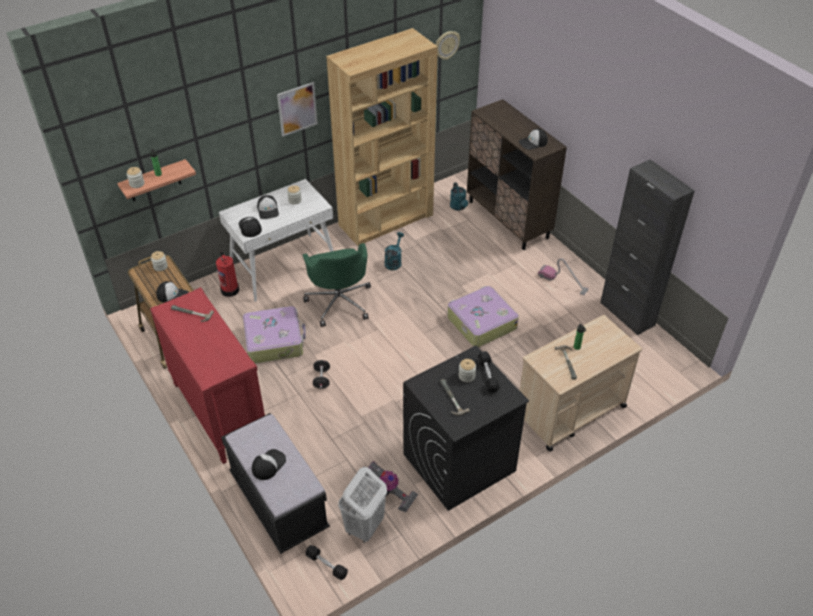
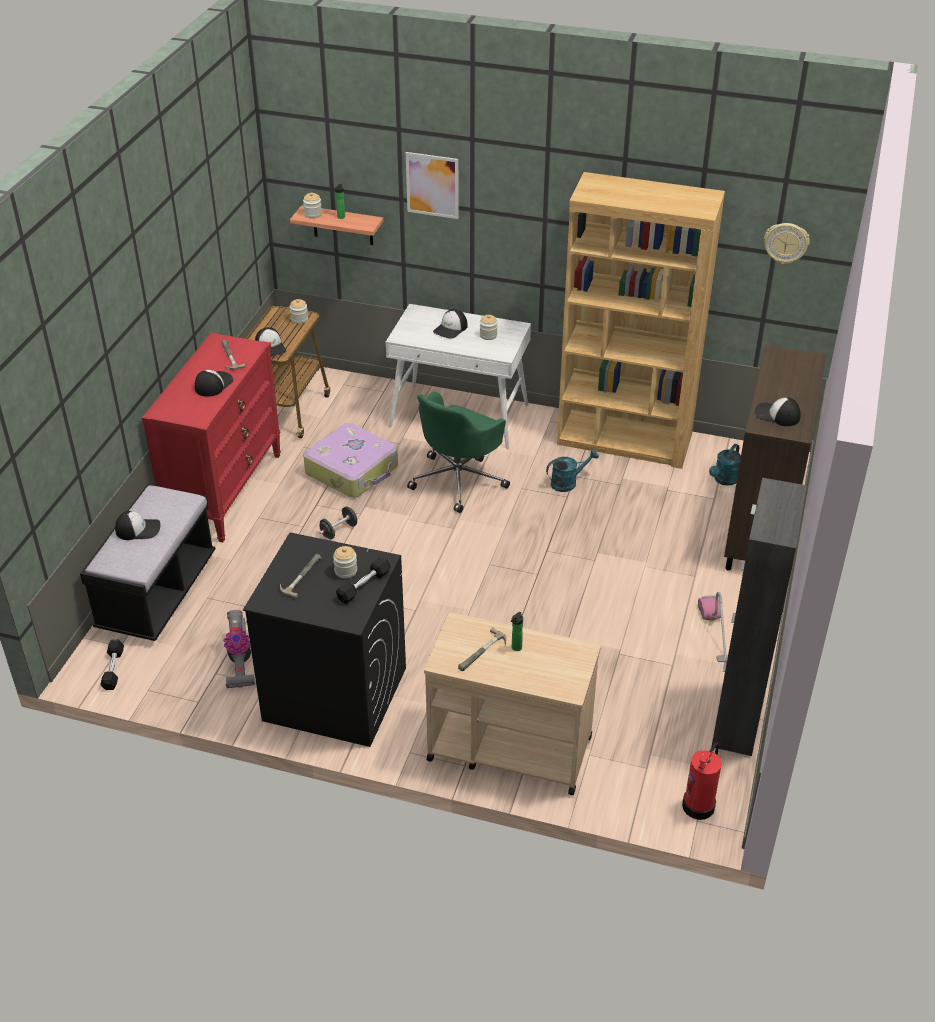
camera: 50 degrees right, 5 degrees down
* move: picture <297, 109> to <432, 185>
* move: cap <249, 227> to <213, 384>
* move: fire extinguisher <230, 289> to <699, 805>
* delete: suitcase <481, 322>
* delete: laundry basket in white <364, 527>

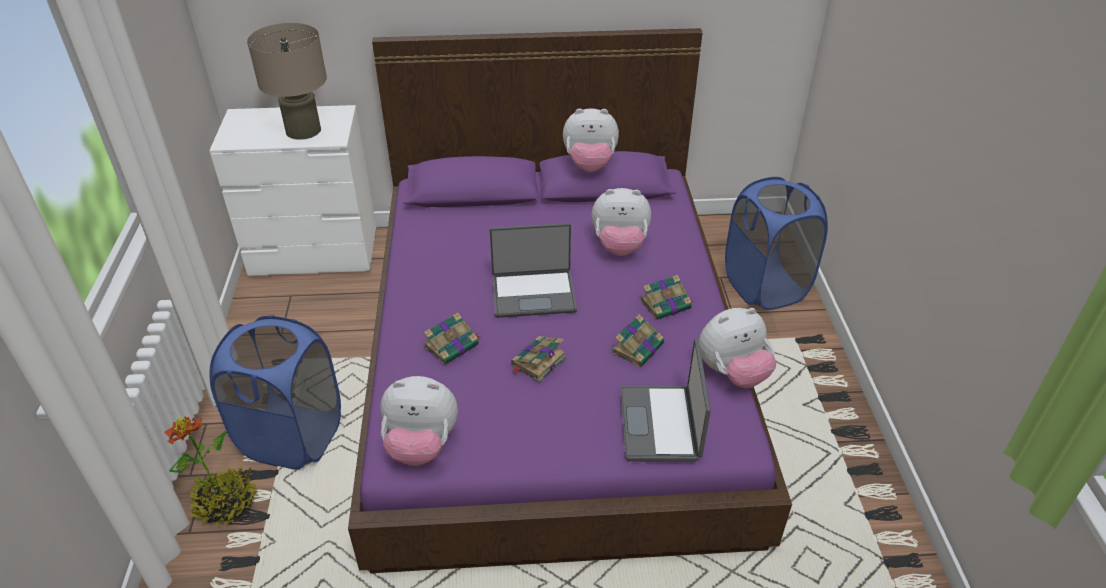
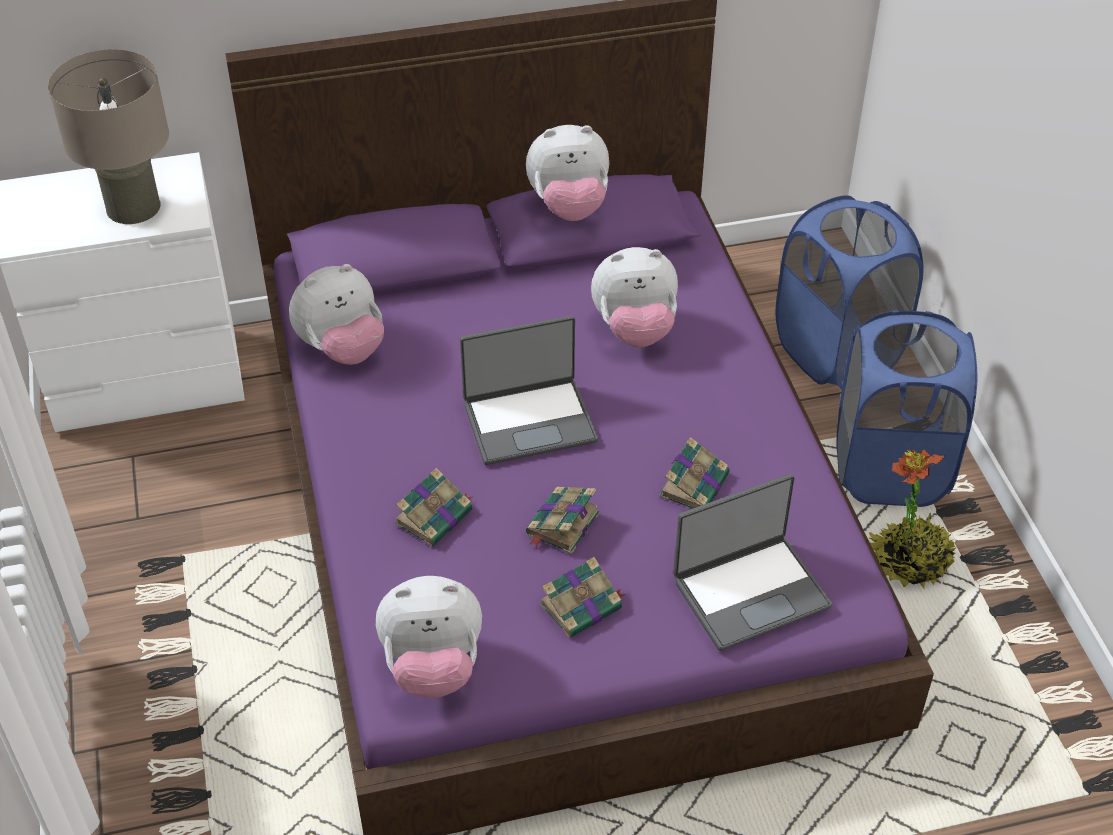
camera: 10 degrees left, 5 degrees up
* move: book <666, 304> to <582, 606>
* move: plush toy <732, 373> to <342, 349>
* move: laundry basket in blue <292, 437> to <890, 470>
* rotate: laptop <661, 425> = <750, 592> 105 degrees counterclockwise
* move: potted plant <226, 503> to <909, 561>

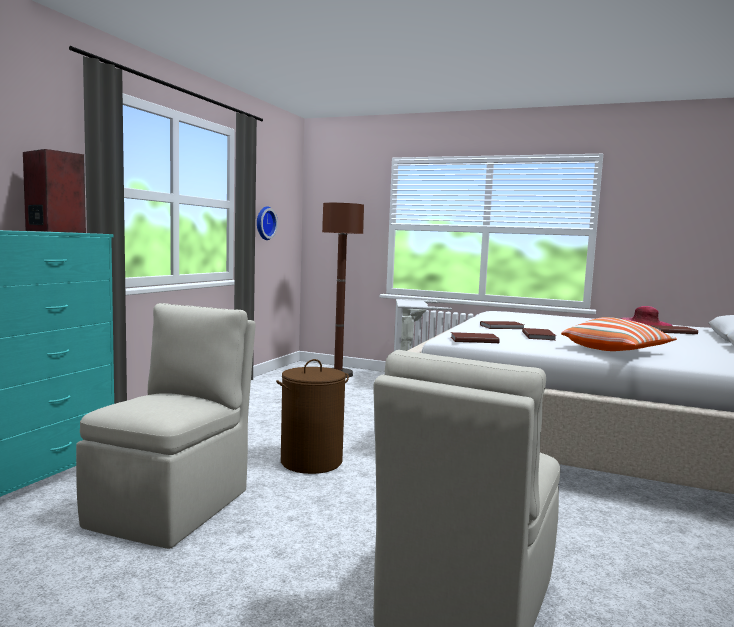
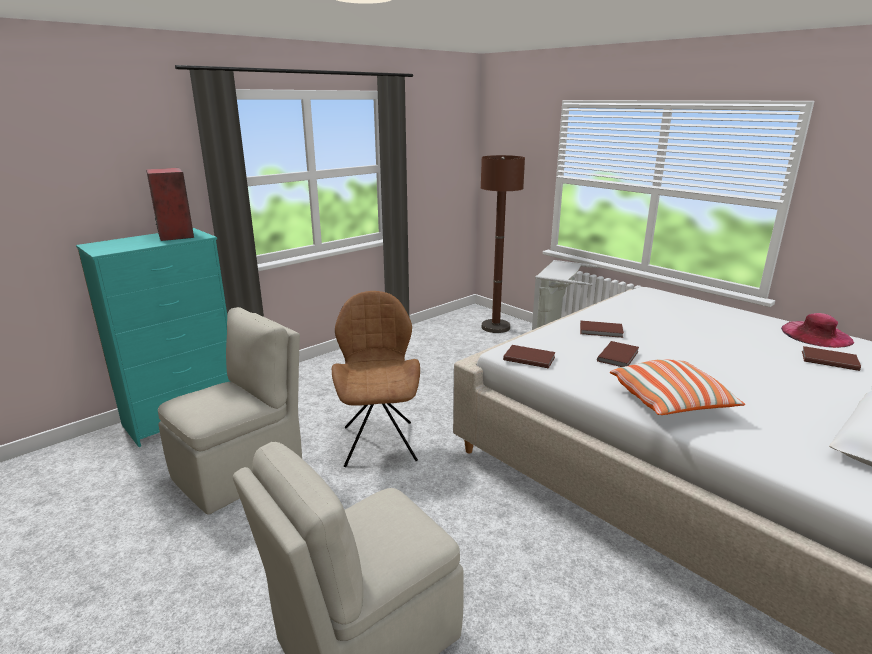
camera: 25 degrees right, 15 degrees up
* delete: wall clock <264, 223>
* replace: laundry basket in brown <312, 461> to chair in brown <379, 441>

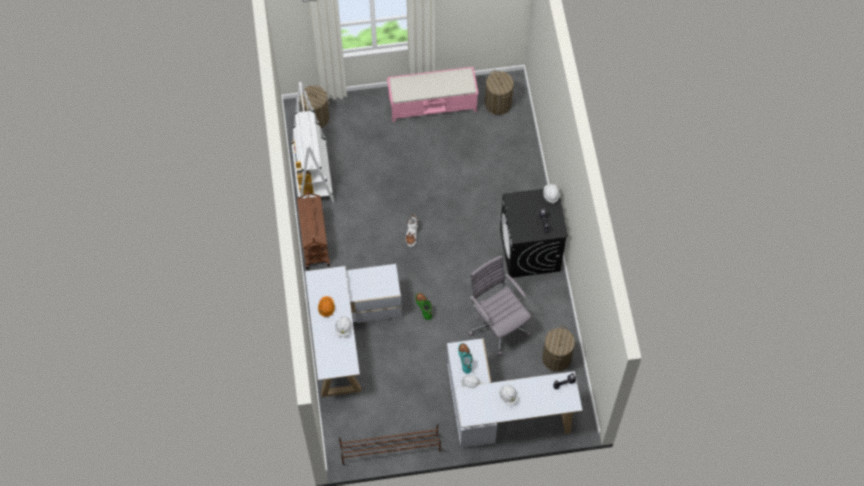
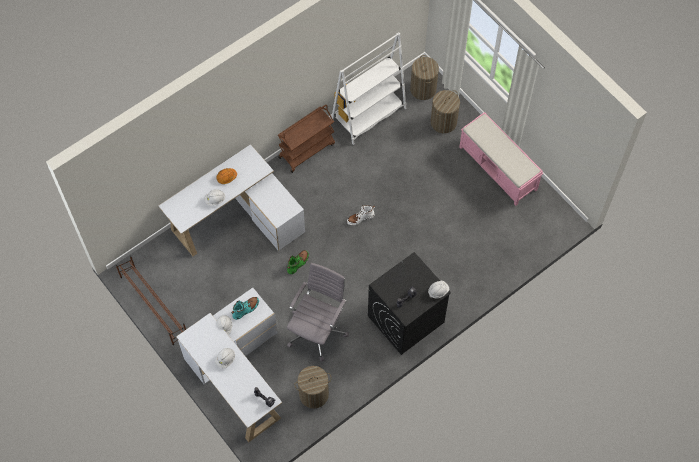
camera: 60 degrees right, 0 degrees up
* move: laundry basket <498, 104> to <443, 122>

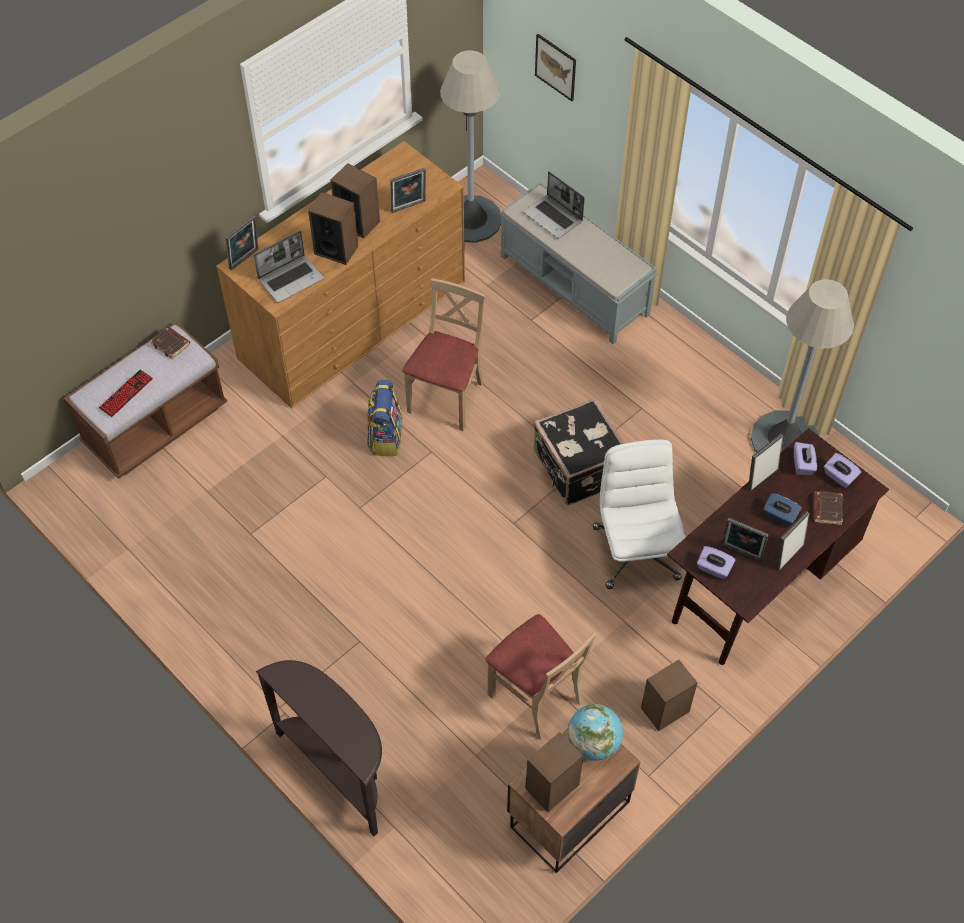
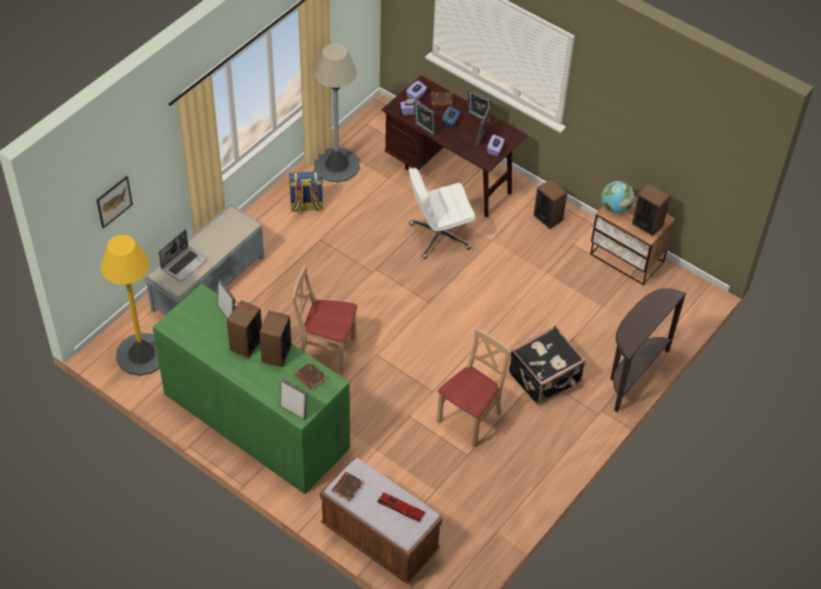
camera: 100 degrees left, 5 degrees down
* recolor: floor lamp in grey <471, 219> to floor lamp in yellow <142, 354>
* recolor: dresser in brown <353, 319> to dresser in green <255, 420>
* replace: laptop <291, 279> to book in brown <310, 377>
* move: backpack <385, 437> to <306, 206>
* move: suitcase in black <578, 468> to <545, 378>
* move: chair in beige <536, 697> to <470, 419>

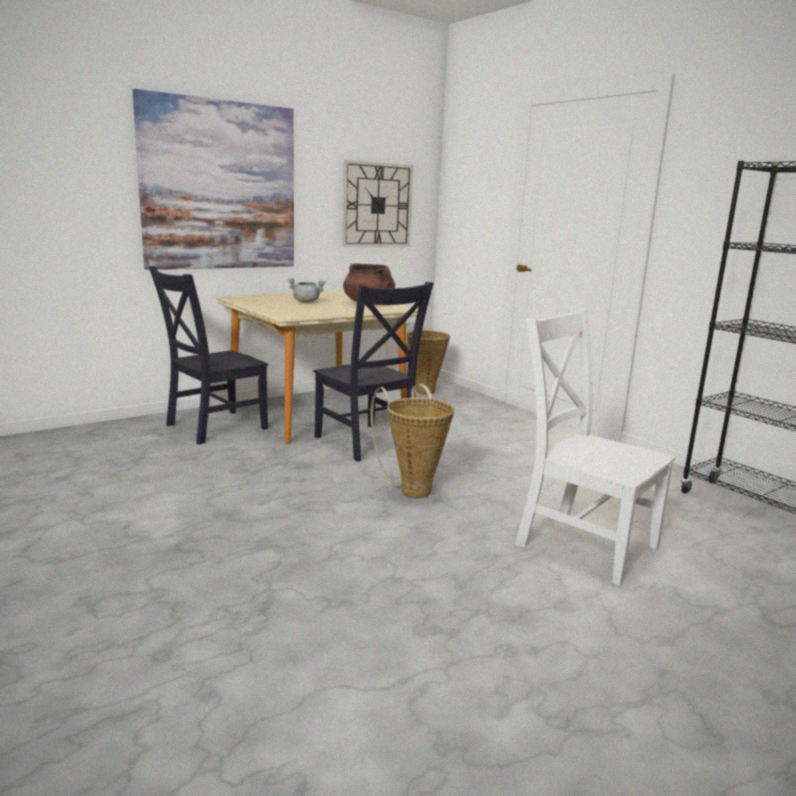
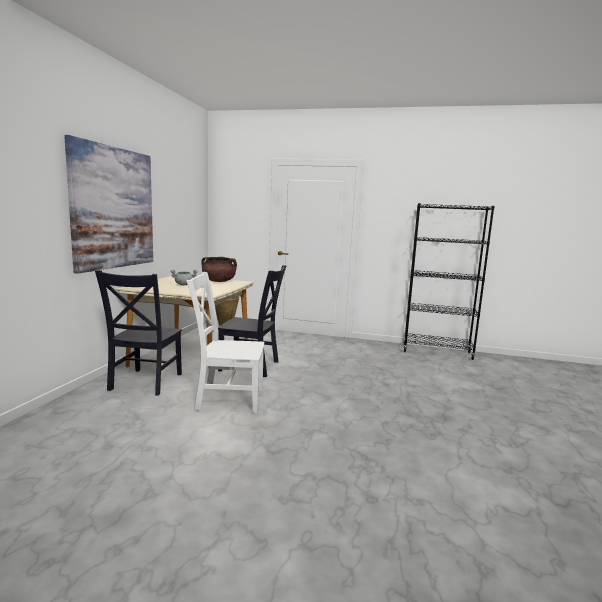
camera: 40 degrees left, 5 degrees down
* delete: wall clock <377, 205>
* move: chair in white <581, 543> to <226, 399>
* delete: basket <413, 489>

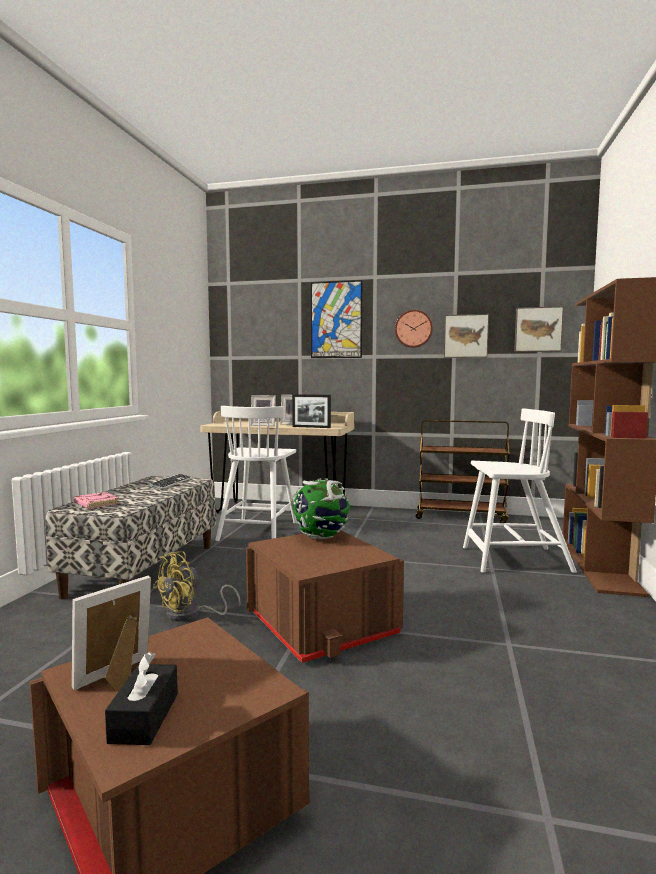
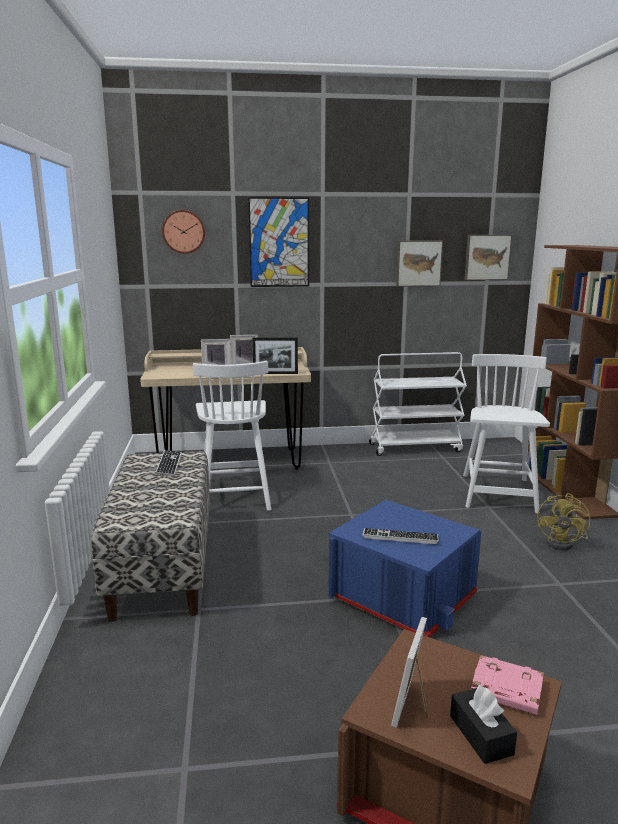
camera: 20 degrees left, 10 degrees up
* move: wall clock <413, 329> to <184, 231>
* rotate: chair in white <513, 560> = <498, 494> 60 degrees counterclockwise
* recolor: cart in brown <461, 516> to cart in white <415, 447>
* delete: globe <321, 537>
* move: book in pink <95, 504> to <505, 690>
* recolor: storage box in brown <322, 624> to storage box in blue <403, 596>
* move: fan in yellow <190, 615> to <564, 543>
* insert: keyboard <400, 537>

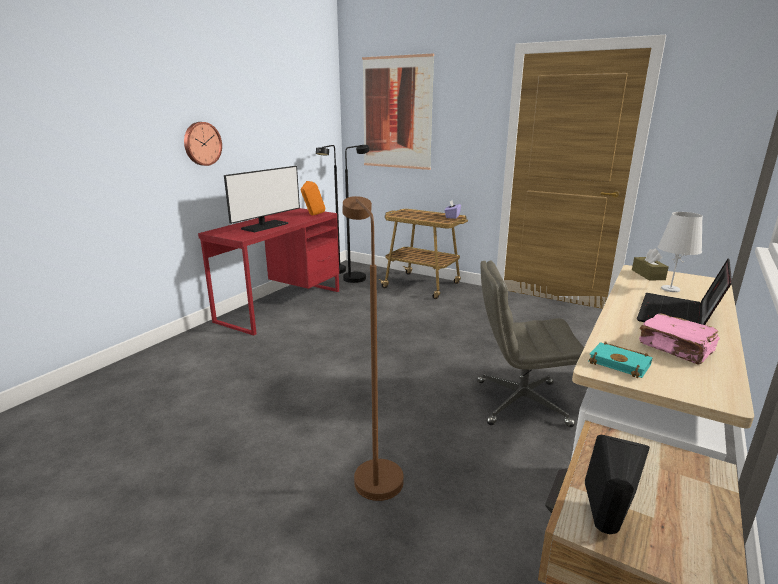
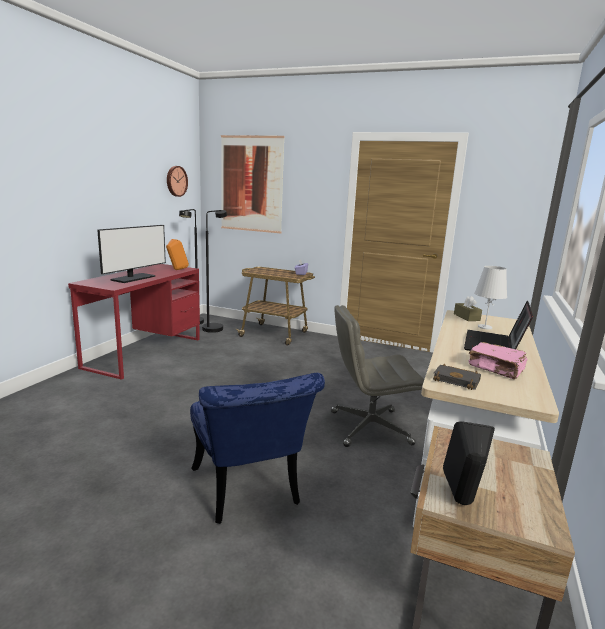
camera: 10 degrees left, 5 degrees down
* move: wall clock <201, 143> to <176, 181>
* replace: floor lamp in brown <373, 472> to chair in blue <248, 492>
* recolor: book in turquoise <621, 363> to book in black <457, 380>

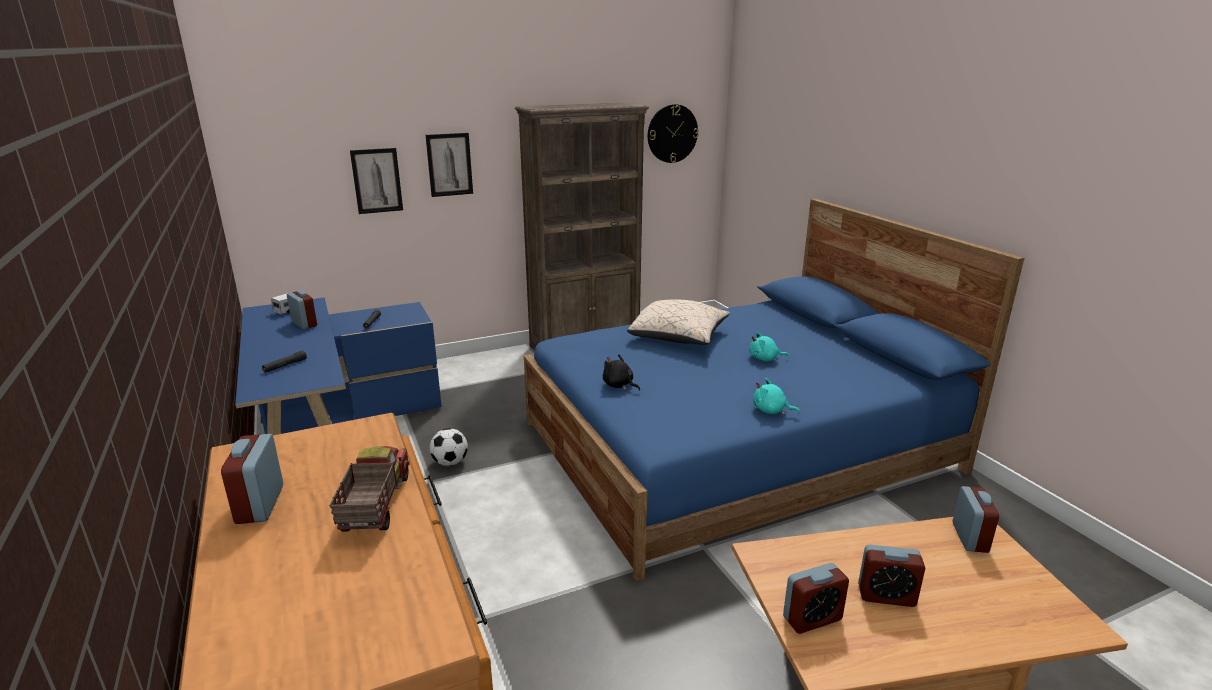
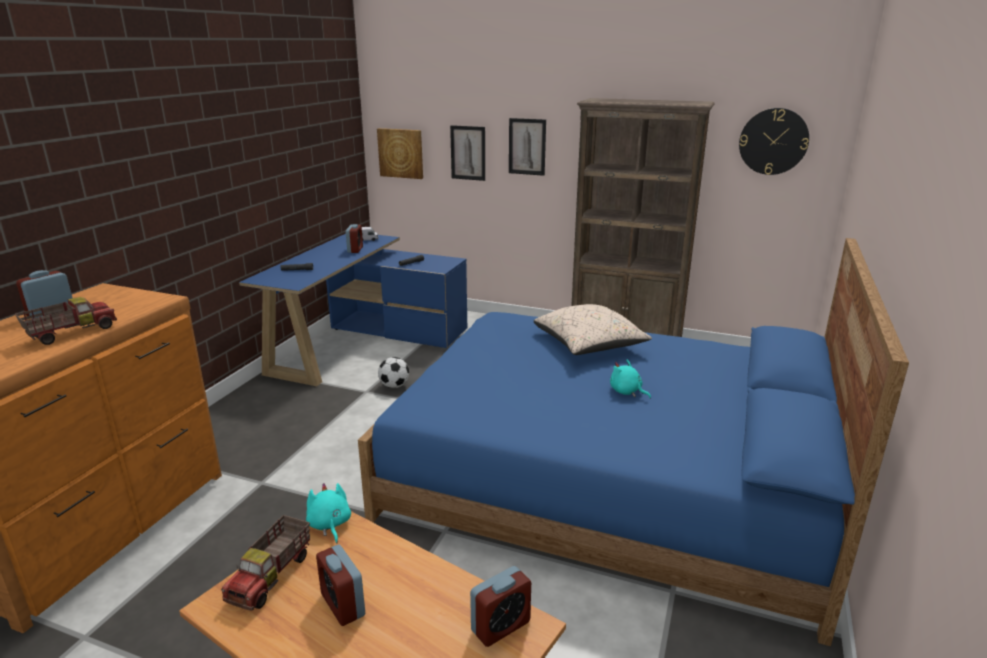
camera: 45 degrees right, 0 degrees up
* delete: plush toy in black <619, 385>
* move: plush toy in turquoise <771, 411> to <329, 525>
* replace: alarm clock <812, 619> to toy truck <272, 576>
* insert: picture <401, 153>

